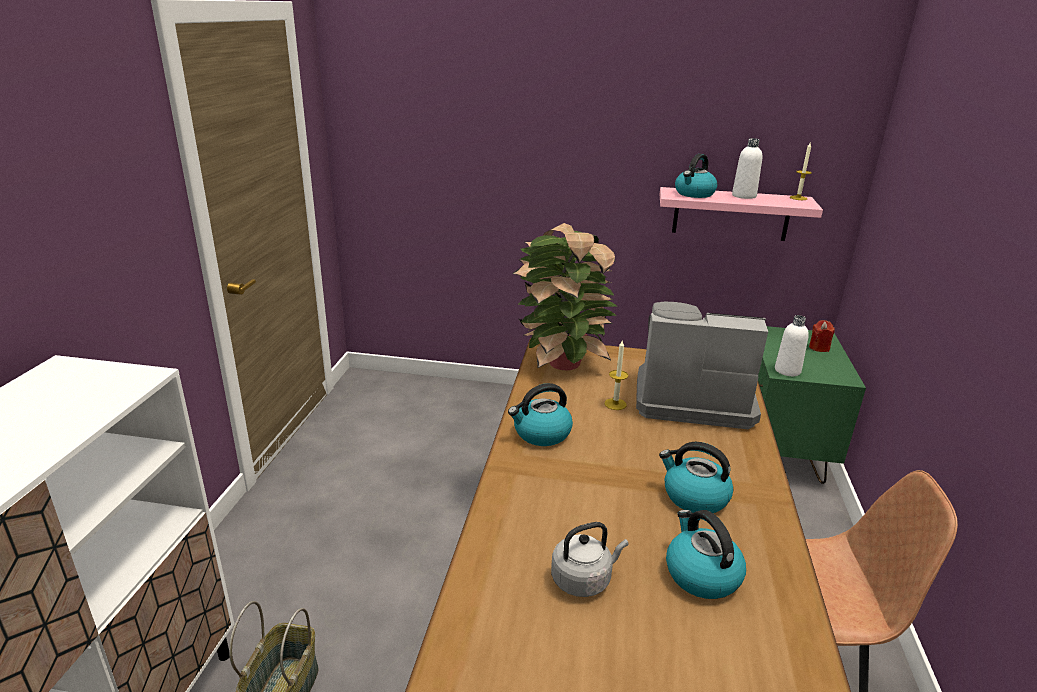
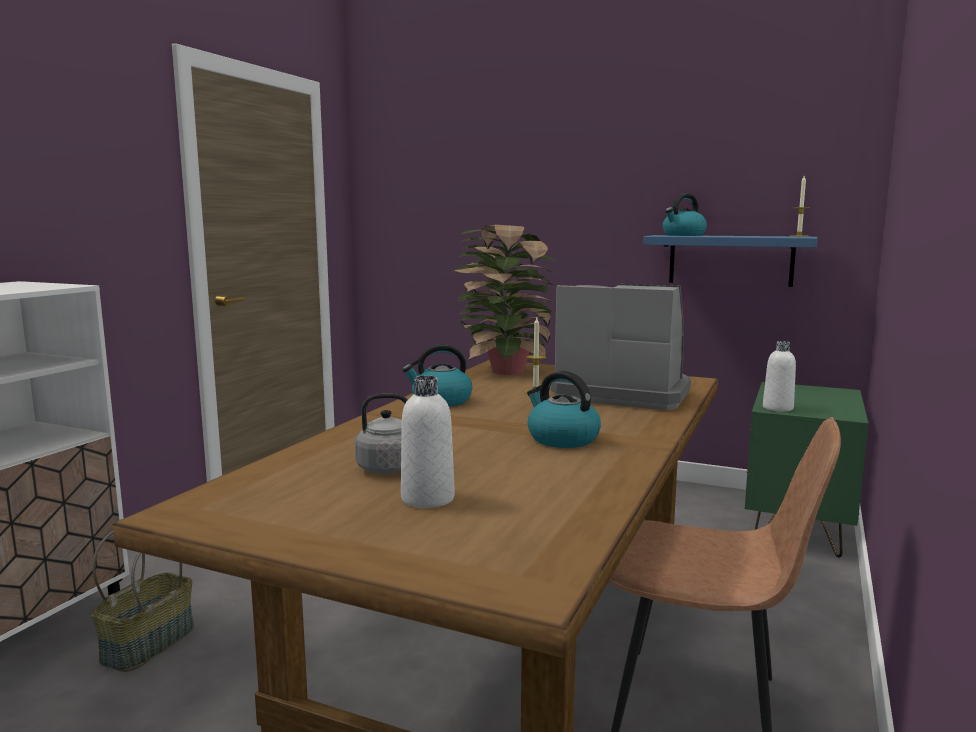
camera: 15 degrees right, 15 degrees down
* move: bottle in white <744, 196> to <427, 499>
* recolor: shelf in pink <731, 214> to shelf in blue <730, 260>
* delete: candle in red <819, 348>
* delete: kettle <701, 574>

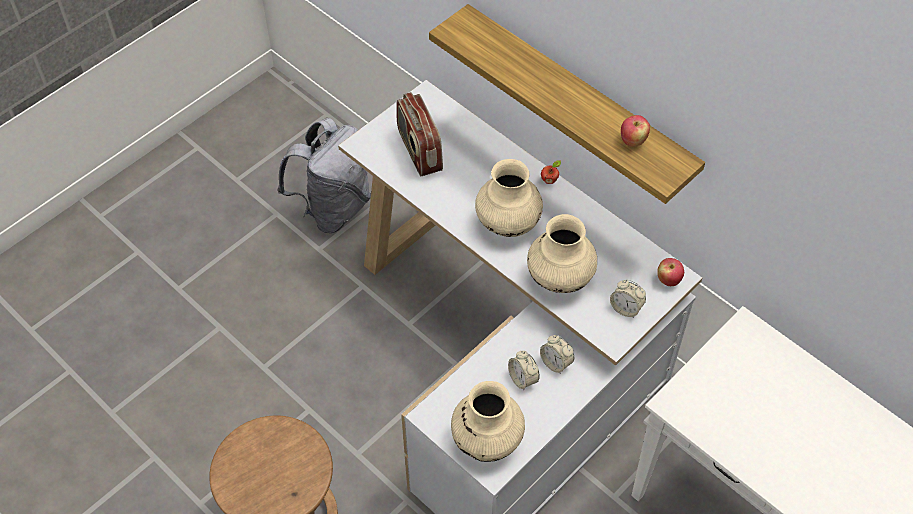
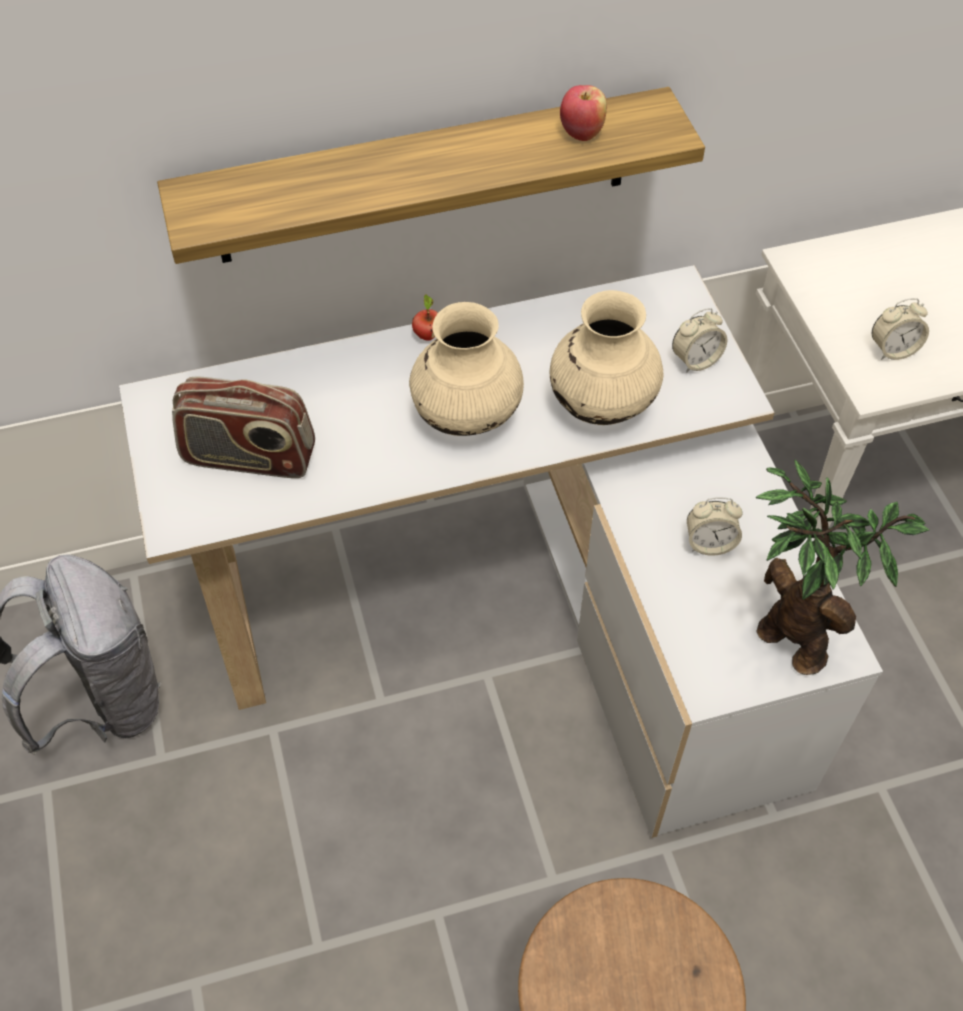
camera: 60 degrees left, 0 degrees up
* delete: apple <668, 280>
* move: alarm clock <556, 363> to <893, 350>
* replace: vase in beige <486, 440> to potted plant <787, 635>

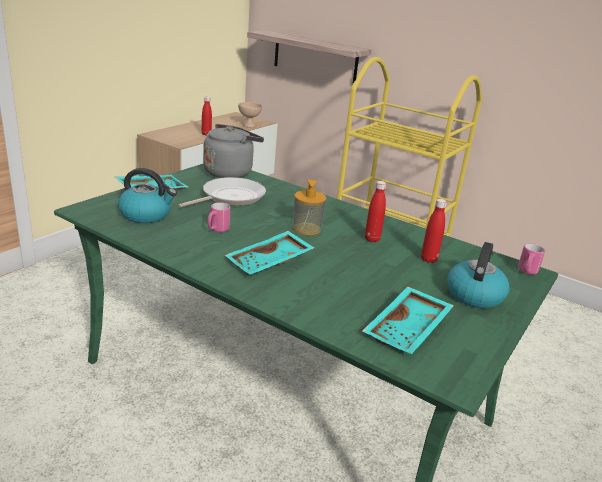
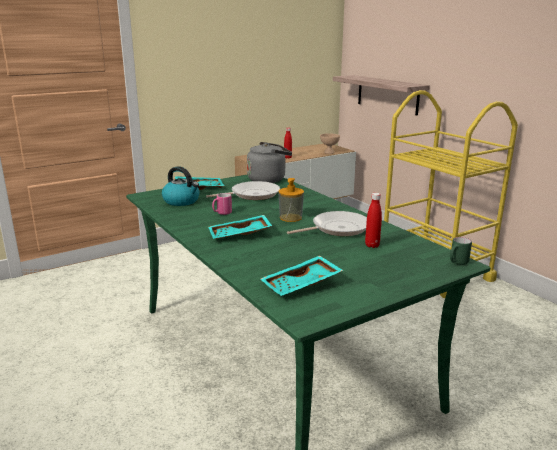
camera: 25 degrees right, 5 degrees down
* replace: bottle in red <372, 239> to frying pan <337, 228>
* delete: kettle <474, 294>
* recolor: mug in pink <526, 272> to mug in green <457, 262>

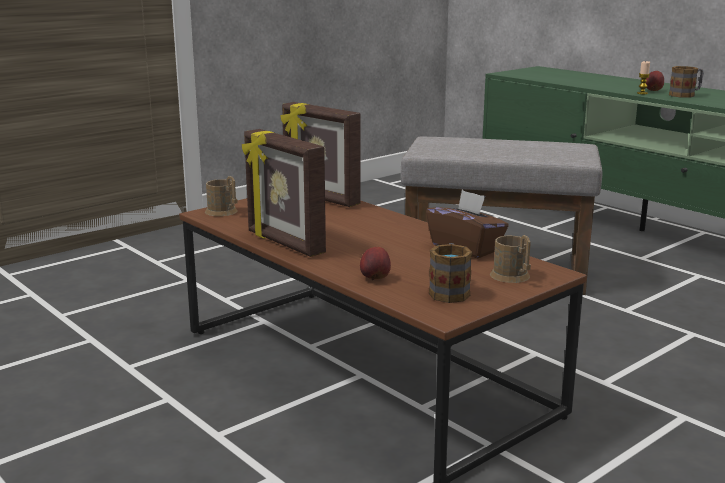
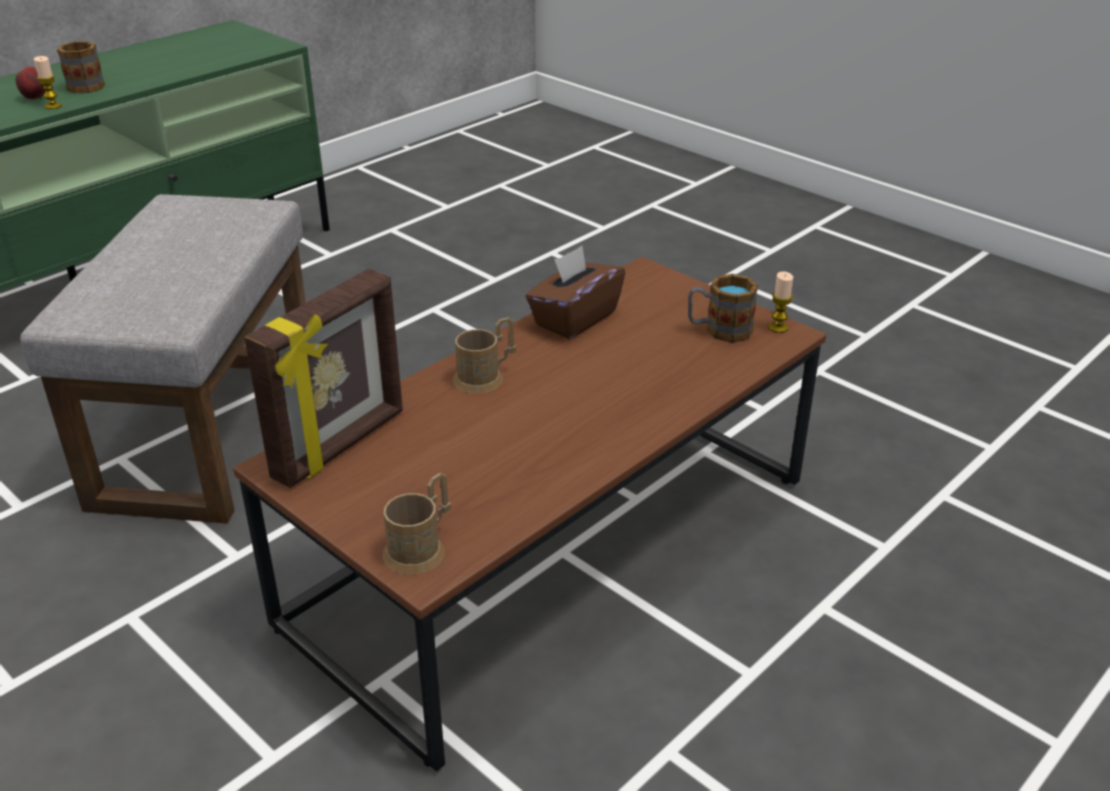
camera: 95 degrees left, 15 degrees up
* delete: picture frame <284, 243>
* move: mug in brown <513, 277> to <485, 377>
* delete: apple <375, 278>
* insert: candle <778, 327>

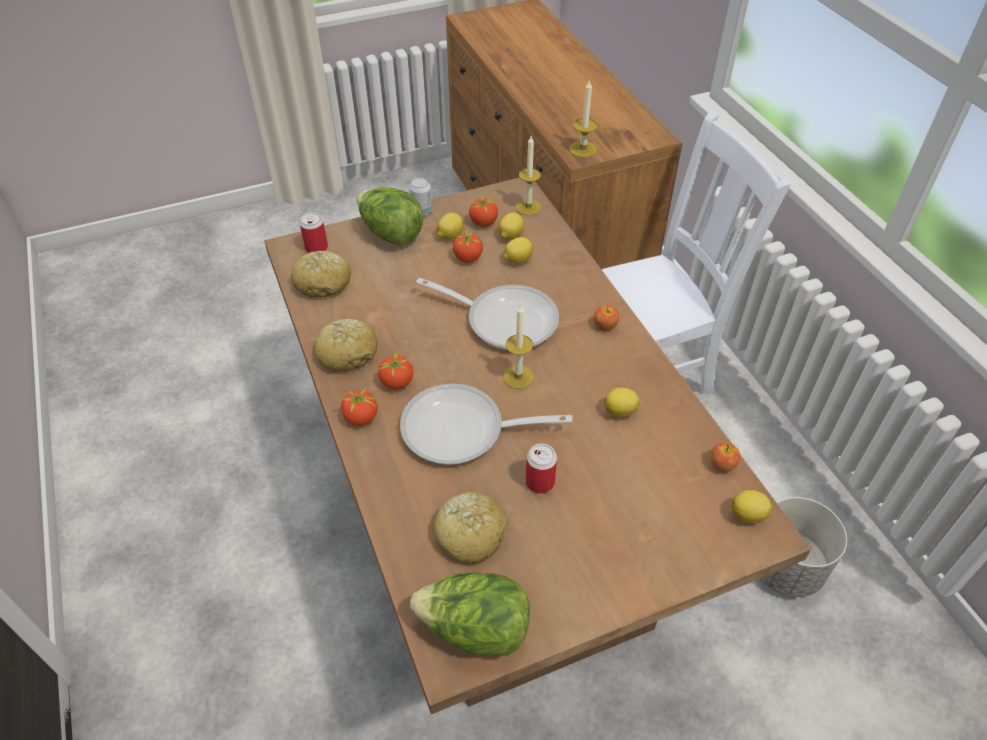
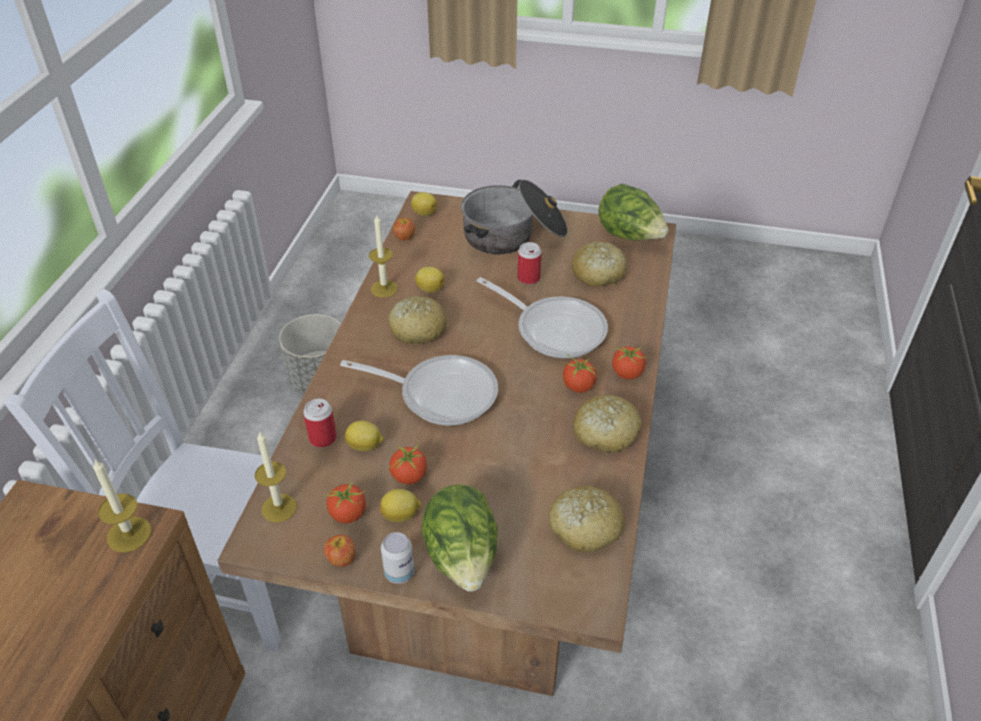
camera: 145 degrees left, 5 degrees down
* move: can <316, 248> to <322, 438>
* delete: lemon <510, 236>
* rotate: frying pan <504, 320> = <440, 393> 135 degrees clockwise
* move: candle <518, 377> to <384, 288>
* move: apple <605, 326> to <341, 559>
* insert: cooking pot <514, 235>
* insert: bread <417, 329>

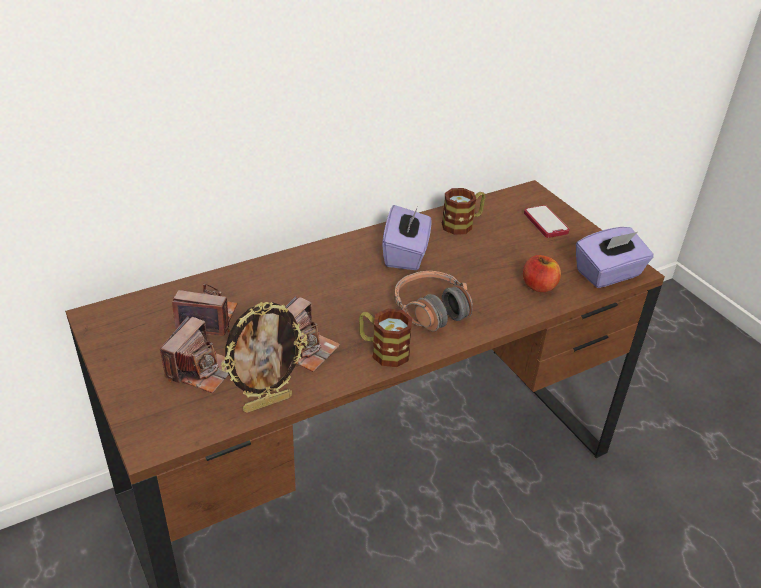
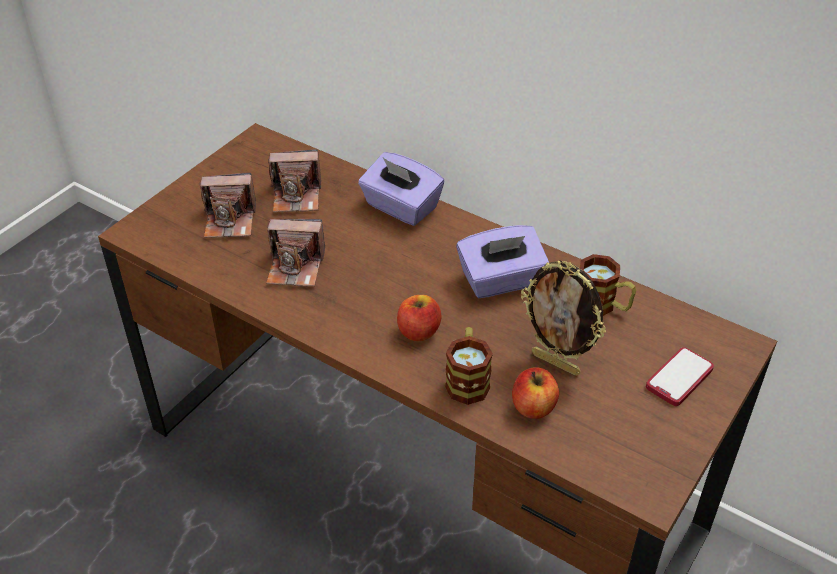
camera: 65 degrees right, 5 degrees up
* move: tissue box in purple <608, 274> to <401, 207>
* replace: headphones <431, 310> to apple <418, 331>
* rotate: photo camera <208, 319> = <297, 196> 105 degrees clockwise
* move: picture frame <267, 402> to <556, 363>
* move: mug <383, 351> to <467, 379>

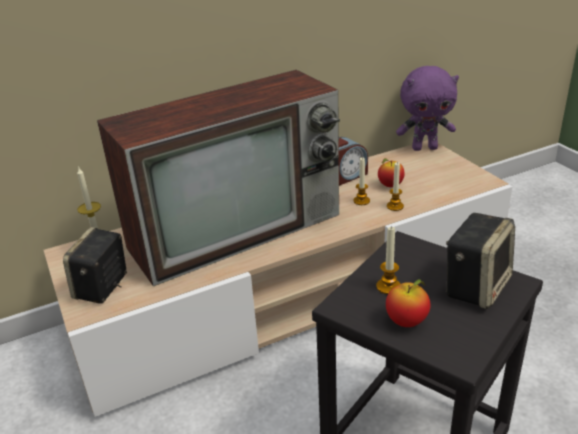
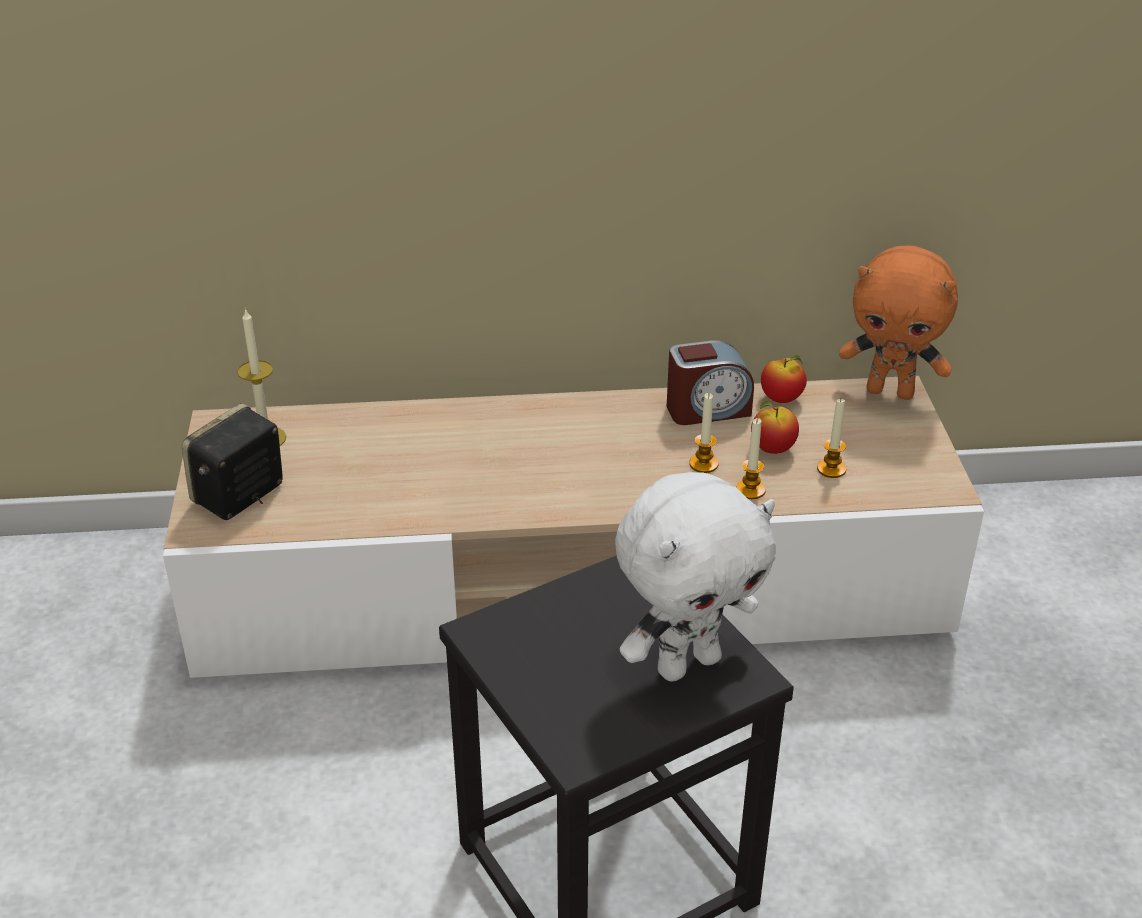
camera: 20 degrees right, 5 degrees up
* recolor: plush toy in purple <424, 148> to plush toy in orange <891, 391>
* delete: television <238, 229>
* replace: speaker <476, 286> to plush toy in white <687, 663>
* move: candle <388, 287> to <831, 469>
* move: apple <406, 322> to <781, 399>

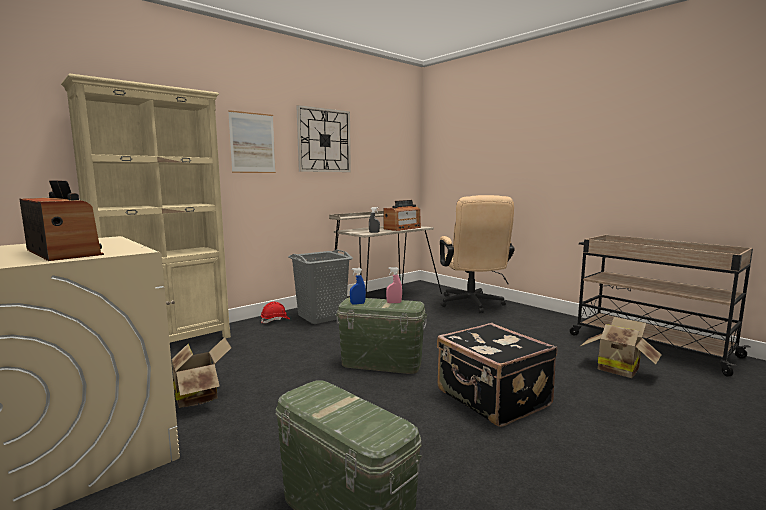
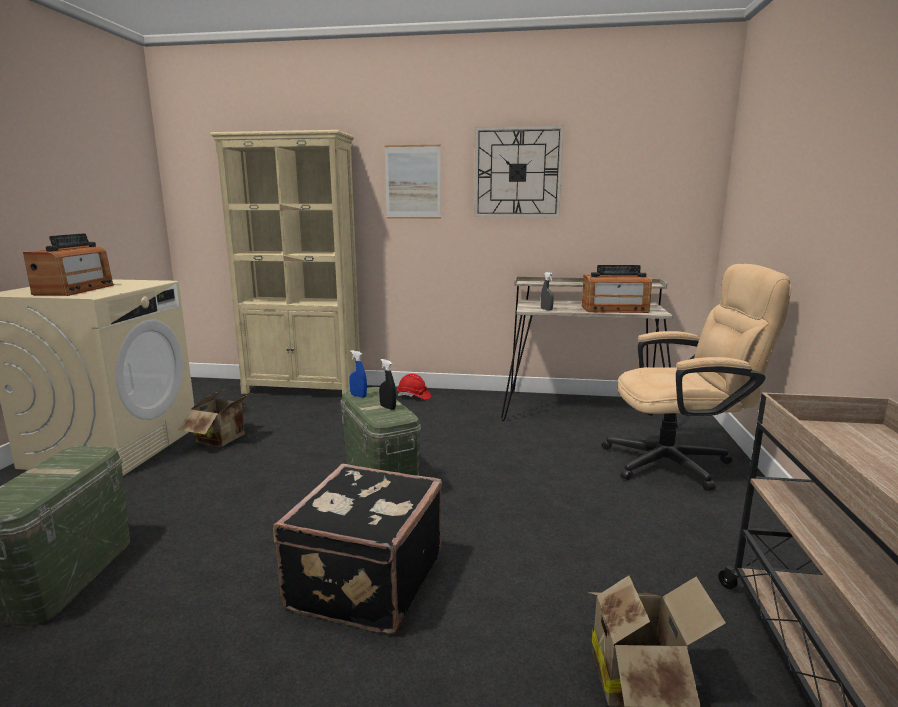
camera: 50 degrees right, 5 degrees up
* rotate: office chair in beige <472, 305> = <679, 463> 135 degrees counterclockwise
* delete: laundry basket in grey <321, 316>
* recolor: spray bottle in pink <394, 302> to spray bottle in black <388, 407>

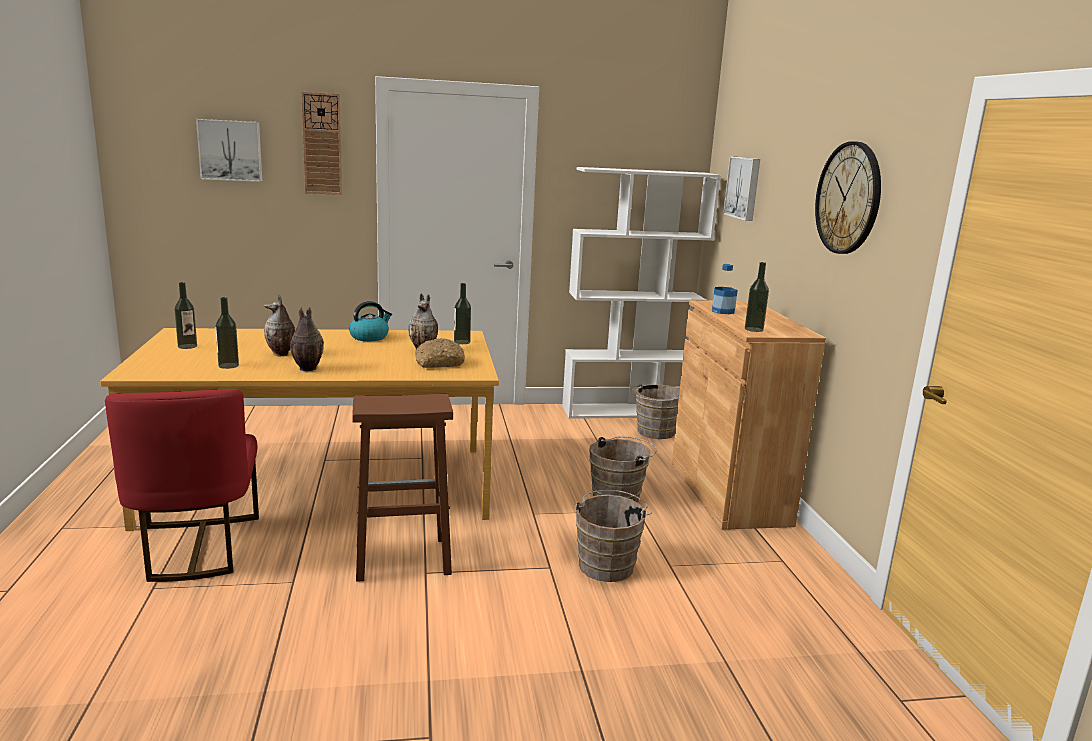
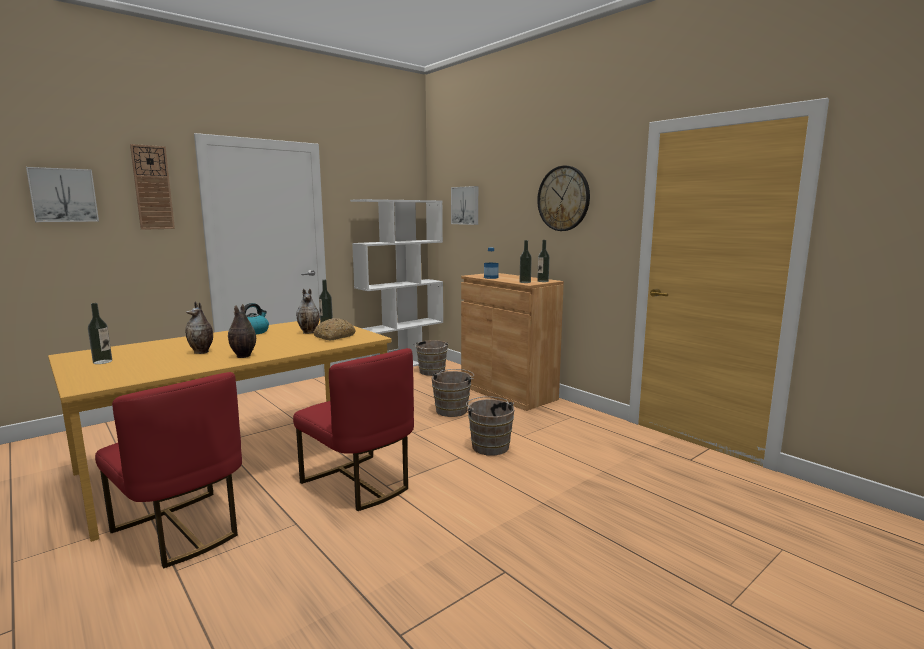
camera: 30 degrees left, 5 degrees down
* move: bottle <228, 365> to <543, 281>
* replace: stool in brown <400, 559> to chair in red <359, 483>

